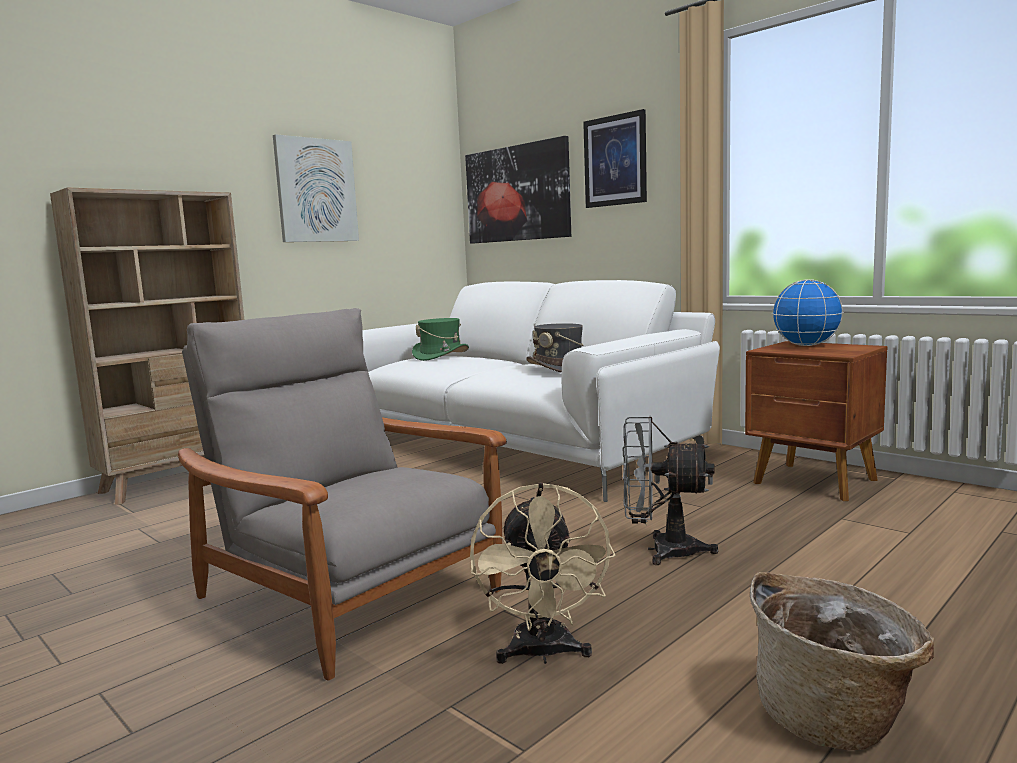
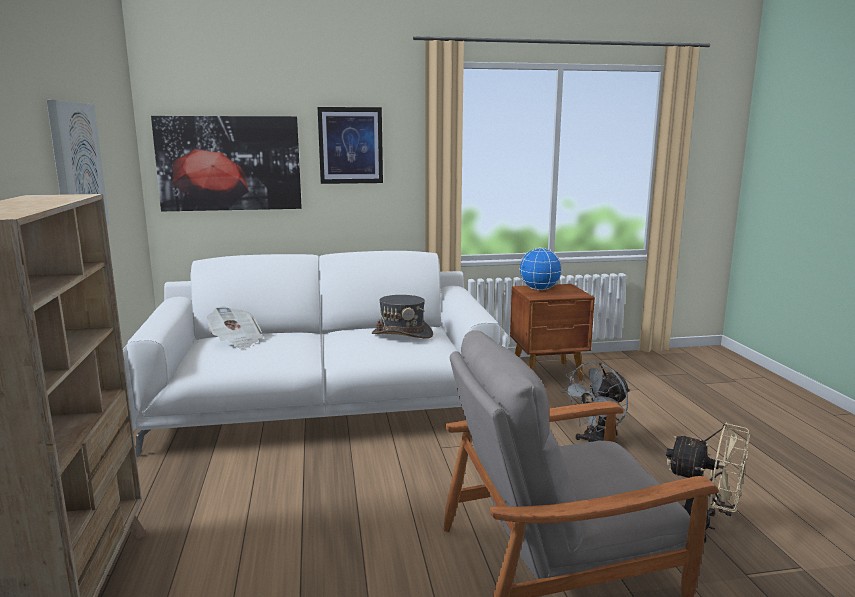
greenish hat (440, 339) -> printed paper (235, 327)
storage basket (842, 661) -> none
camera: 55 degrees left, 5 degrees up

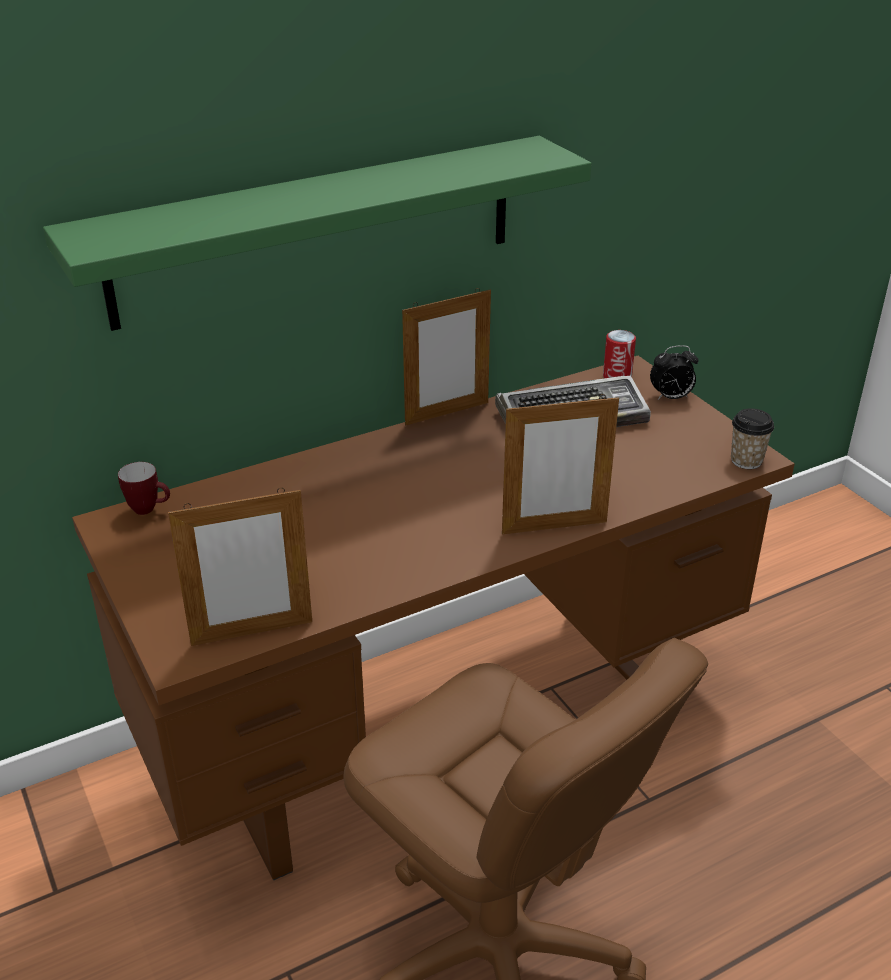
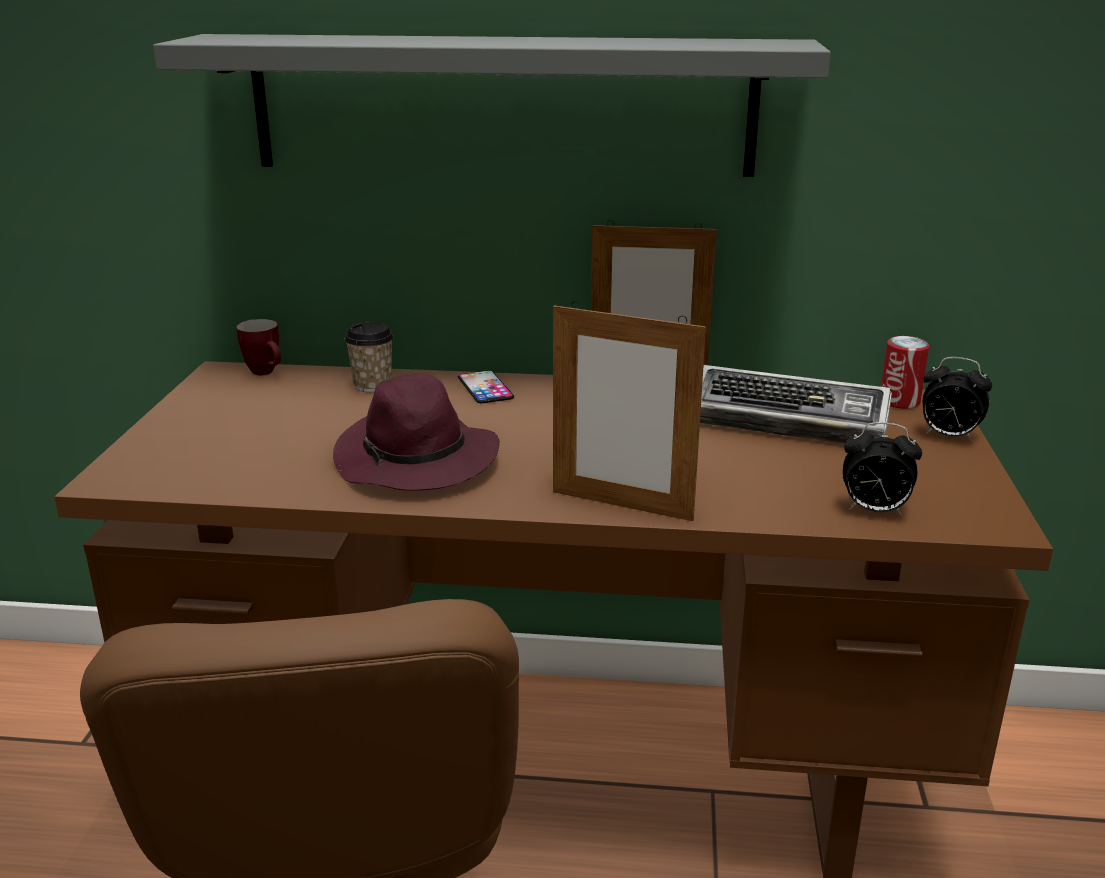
greenish wall shelf (317, 233) -> greyish wall shelf (492, 105)
photo frame (240, 567) -> none
small cup (752, 438) -> small cup (369, 357), move
none -> purple hat (416, 432)
none -> telephone (486, 386)
none -> alarm clock (882, 469)
camera: 35 degrees right, 10 degrees down

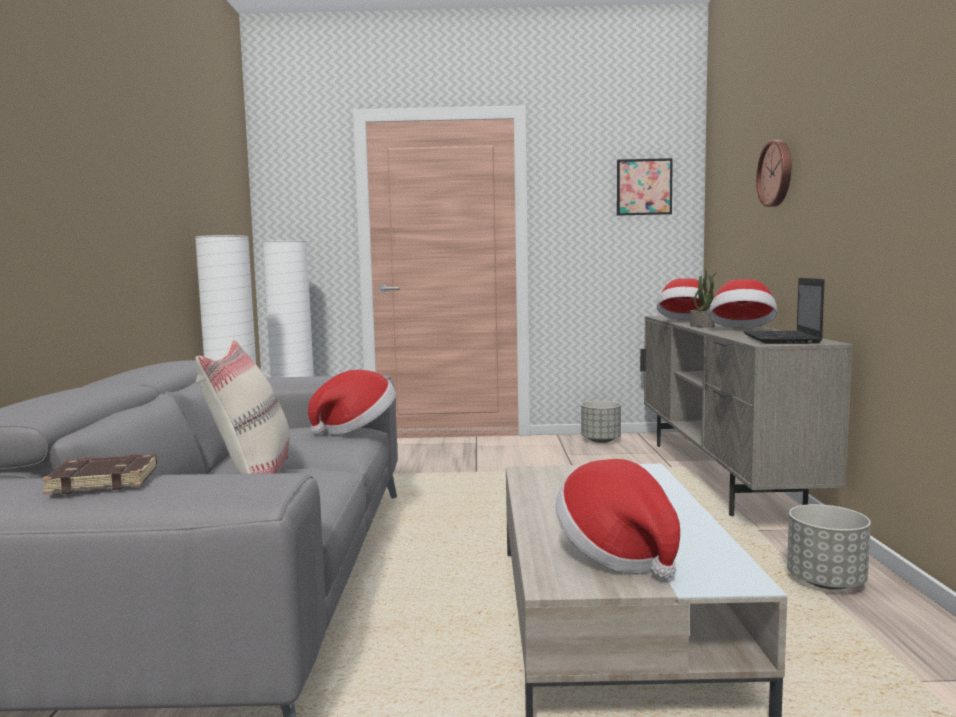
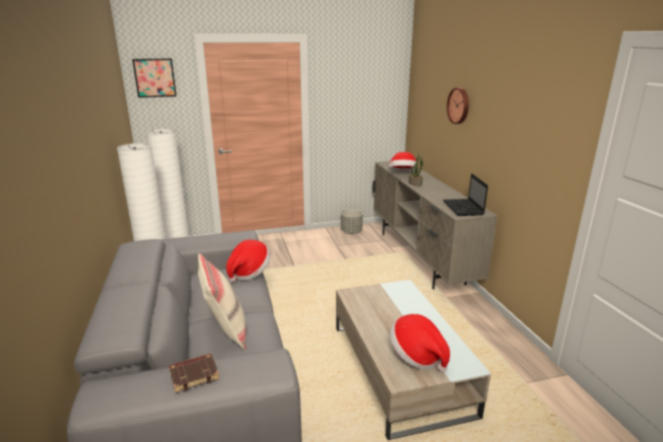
wall art (645, 187) -> wall art (154, 78), move
hat (743, 303) -> none
greyish planter (829, 547) -> none
camera: 15 degrees left, 15 degrees up

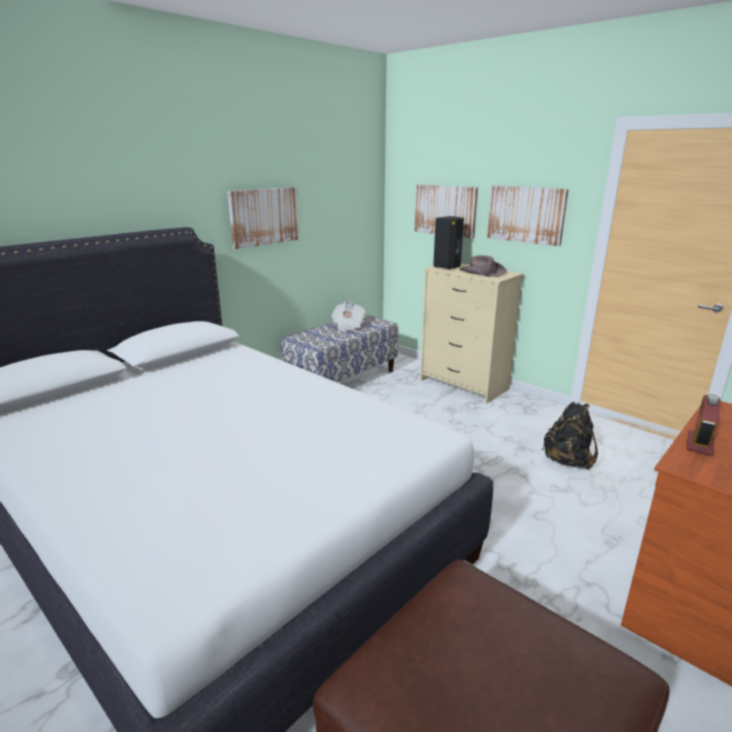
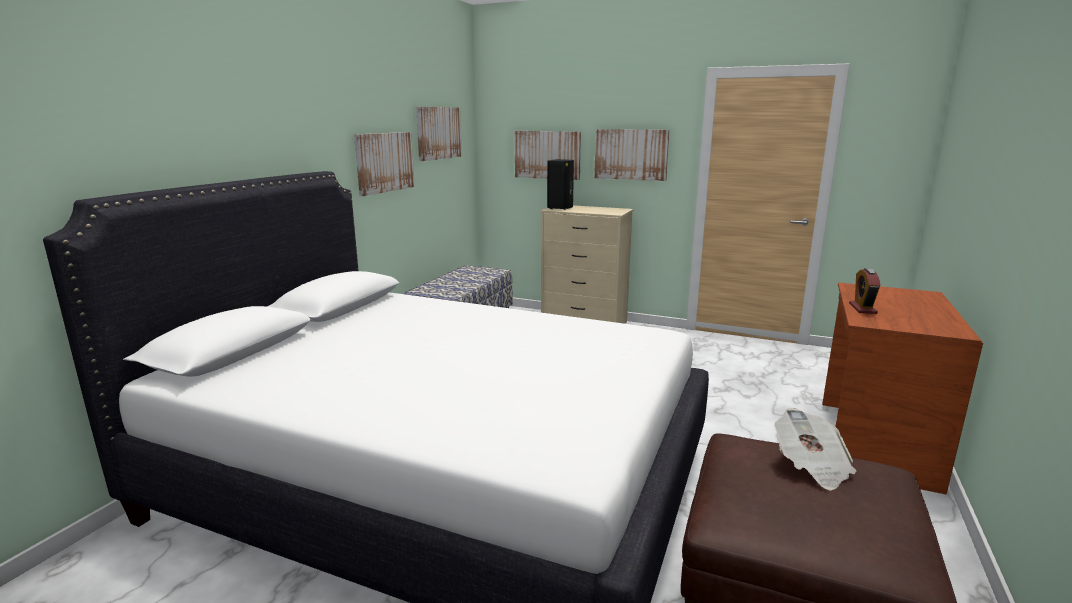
printed paper (348, 316) -> printed paper (815, 449), move
brownish hat (483, 266) -> none
black knapsack (570, 436) -> none
none -> wall art (439, 134)
camera: 20 degrees left, 5 degrees down

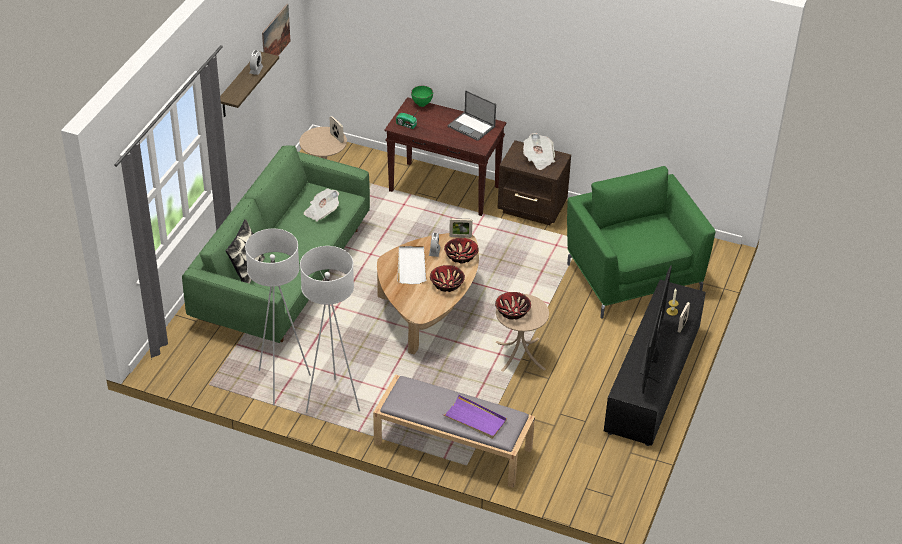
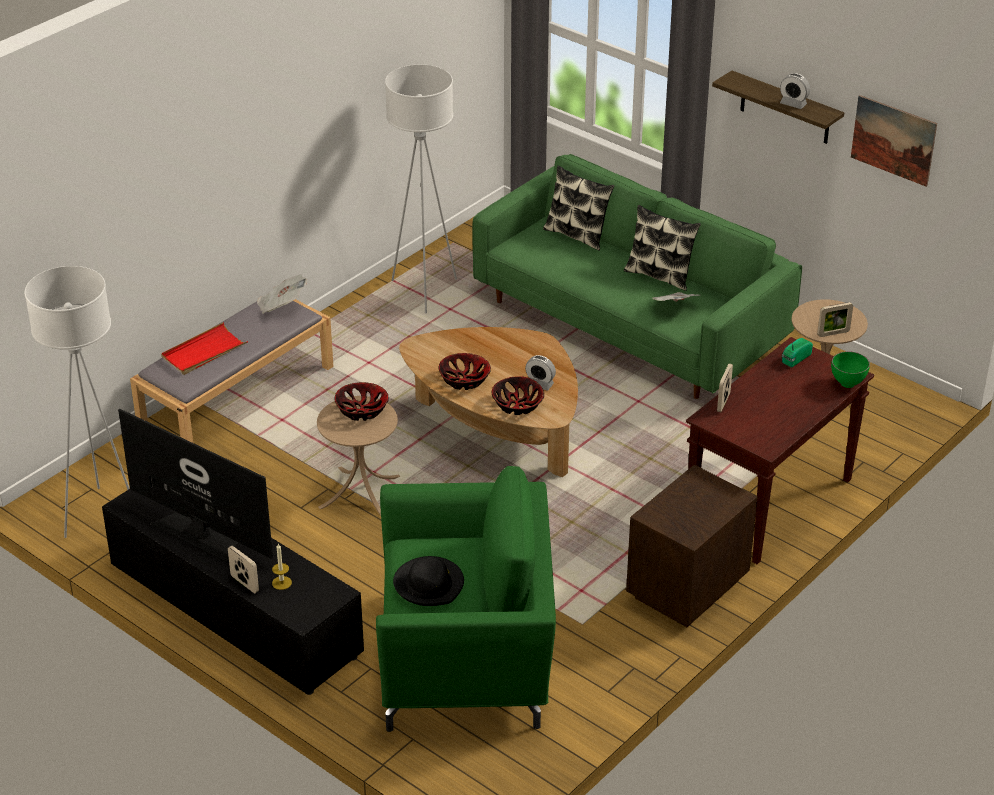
white-coloured standing lamp (330, 329) -> white-coloured standing lamp (77, 402), move
white-coloured carrying tray (412, 265) -> none
purple carrying tray (475, 417) -> red-coloured carrying tray (204, 348)
notebook computer (472, 115) -> none
photo frame (460, 228) -> photo frame (725, 388), move
printed paper (539, 151) -> printed paper (282, 294), move
none -> black hat (428, 581)
none -> pillow (662, 248)
camera: 110 degrees right, 5 degrees down

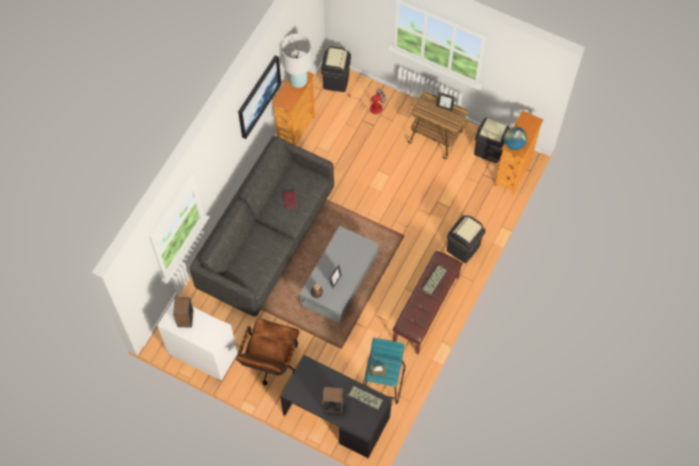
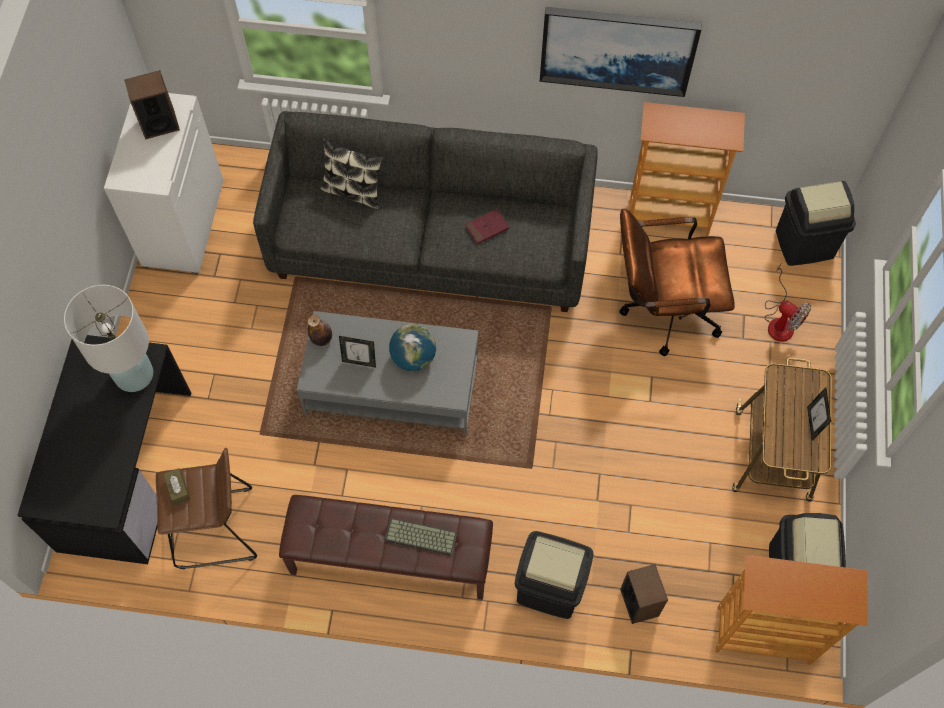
brownish computer chair (267, 352) -> brownish computer chair (677, 282), move
white-coloured lamp for a table (296, 61) -> white-coloured lamp for a table (108, 338), move
audio speaker (332, 400) -> audio speaker (644, 594), move
keyboard (365, 397) -> none
blue-green stool seat (384, 371) -> brownish stool seat (206, 508)
globe (515, 138) -> globe (412, 347), move
none -> pillow (351, 173)
camera: 70 degrees right, 0 degrees up

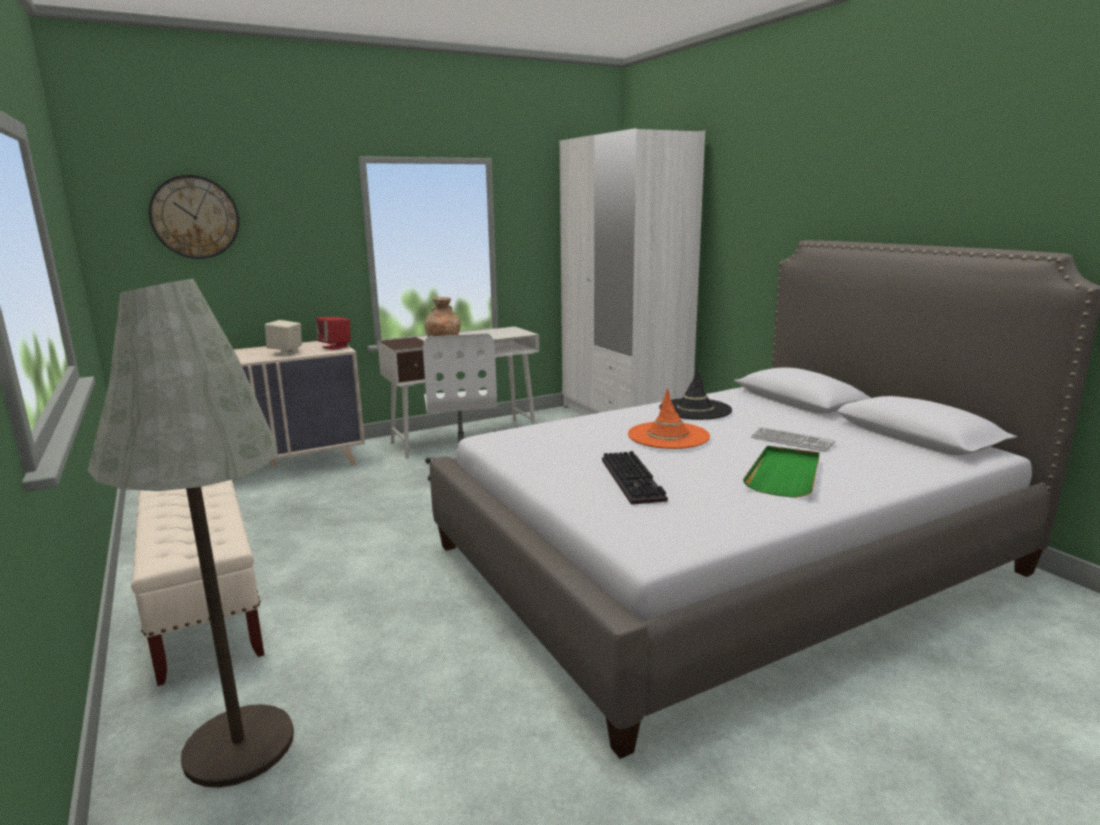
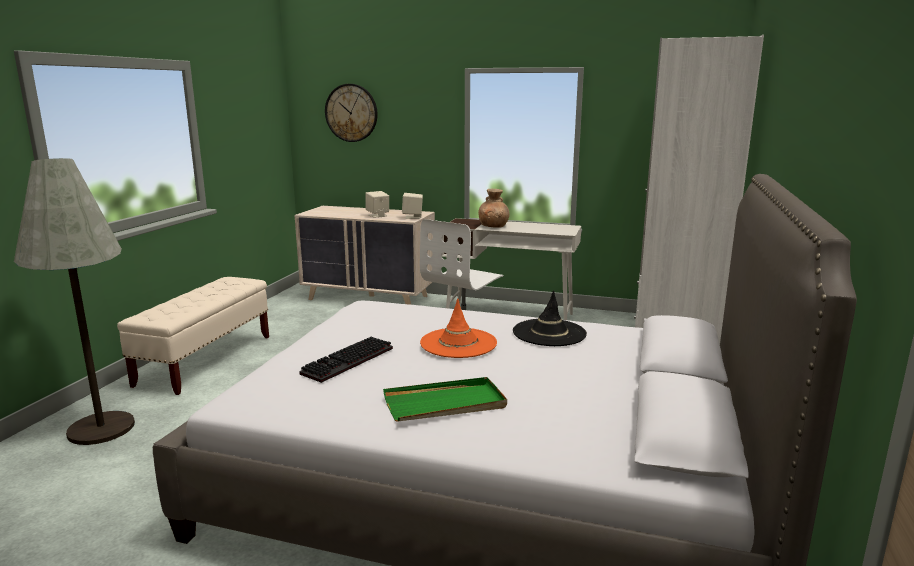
red-coloured audio speaker (333, 333) -> beige-coloured audio speaker (412, 206)
keyboard (793, 439) -> none
camera: 45 degrees right, 0 degrees up

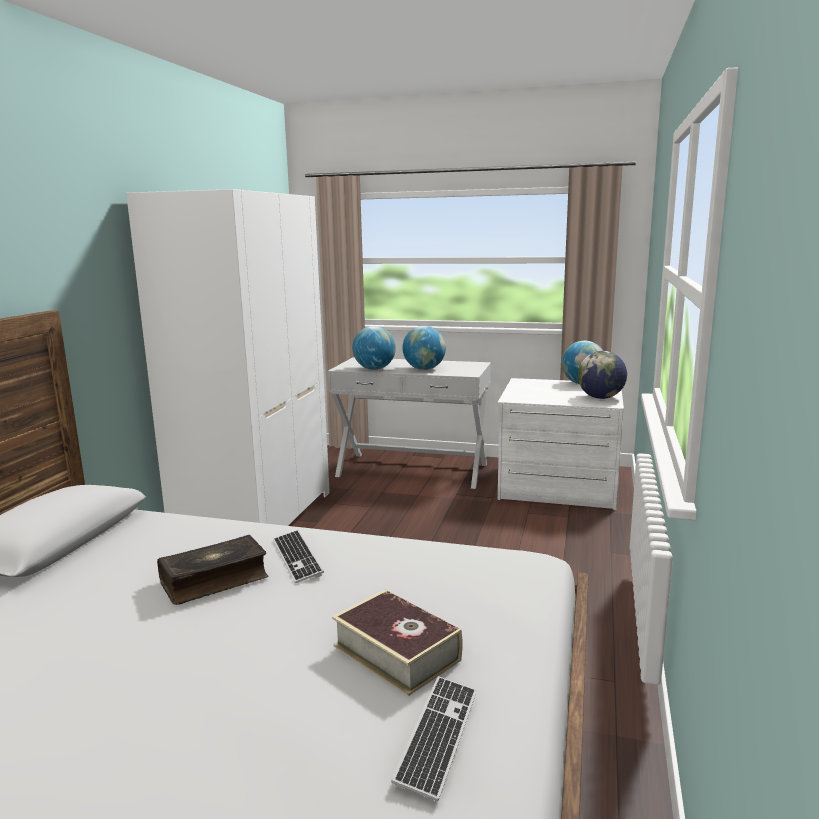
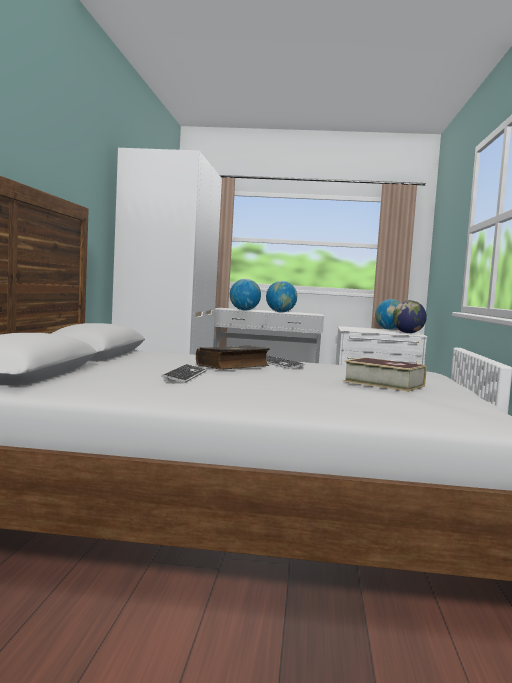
keyboard (434, 738) -> keyboard (184, 373), move
camera: 10 degrees left, 10 degrees down

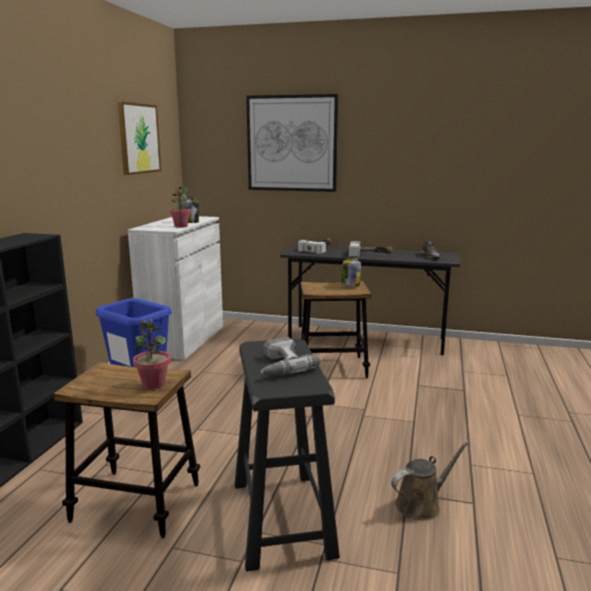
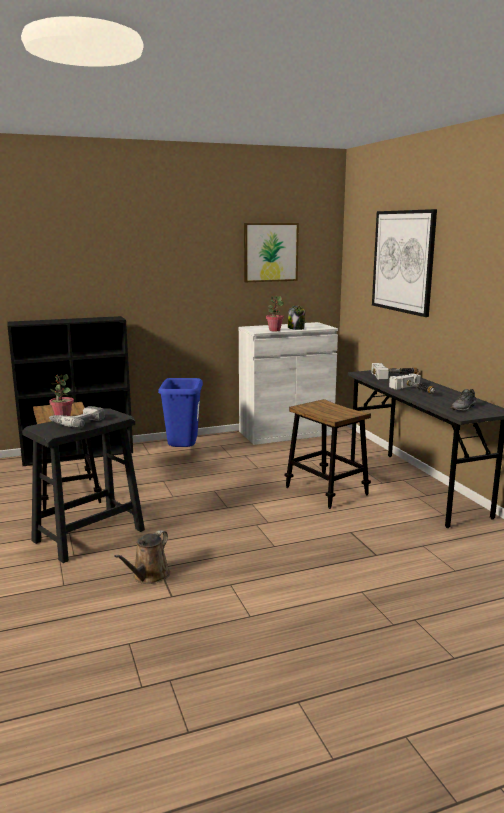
jar (351, 271) -> none
brownish watering can (430, 480) -> brownish watering can (142, 557), 90 degrees clockwise
camera: 55 degrees right, 0 degrees up

